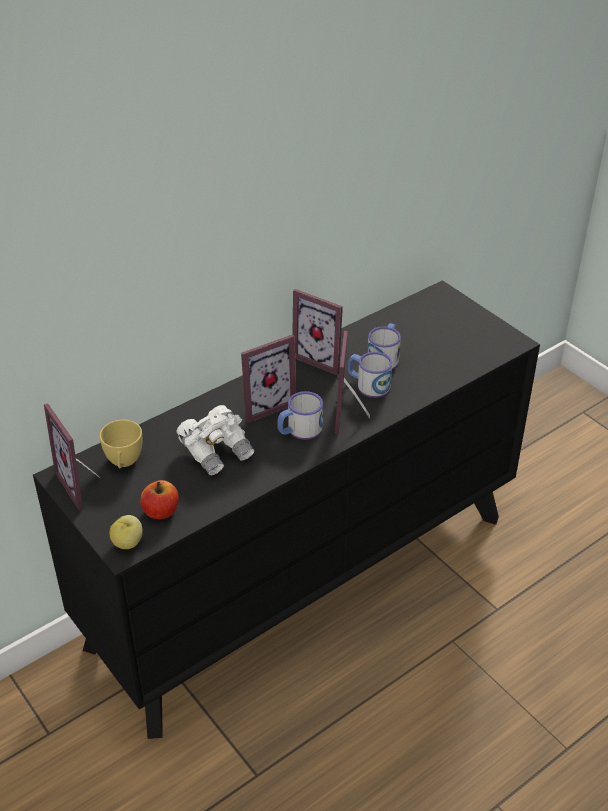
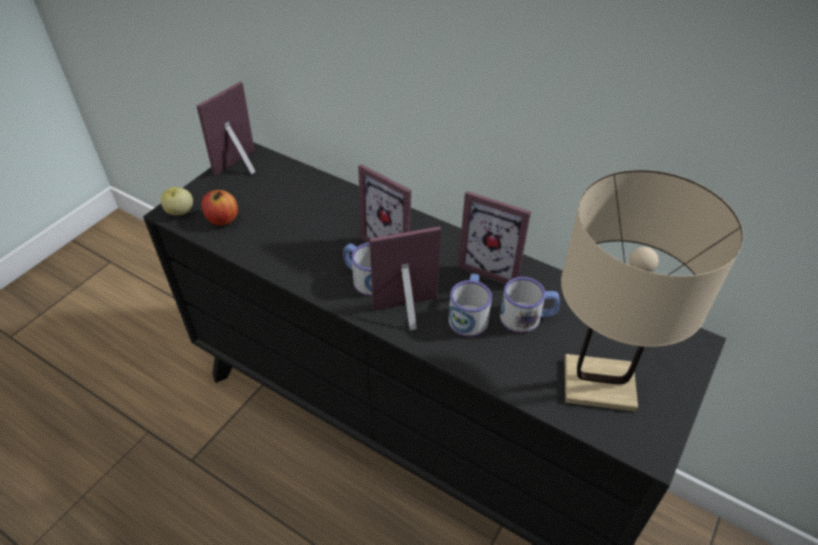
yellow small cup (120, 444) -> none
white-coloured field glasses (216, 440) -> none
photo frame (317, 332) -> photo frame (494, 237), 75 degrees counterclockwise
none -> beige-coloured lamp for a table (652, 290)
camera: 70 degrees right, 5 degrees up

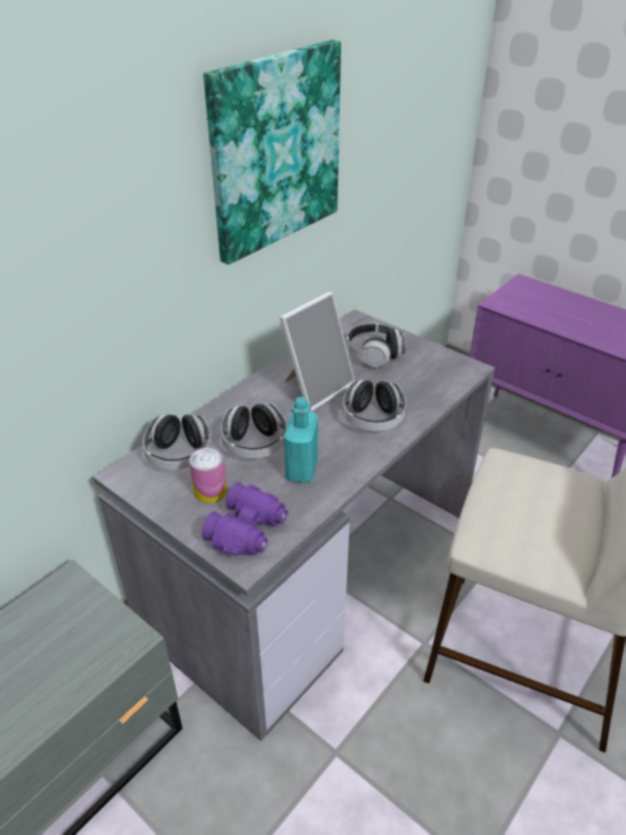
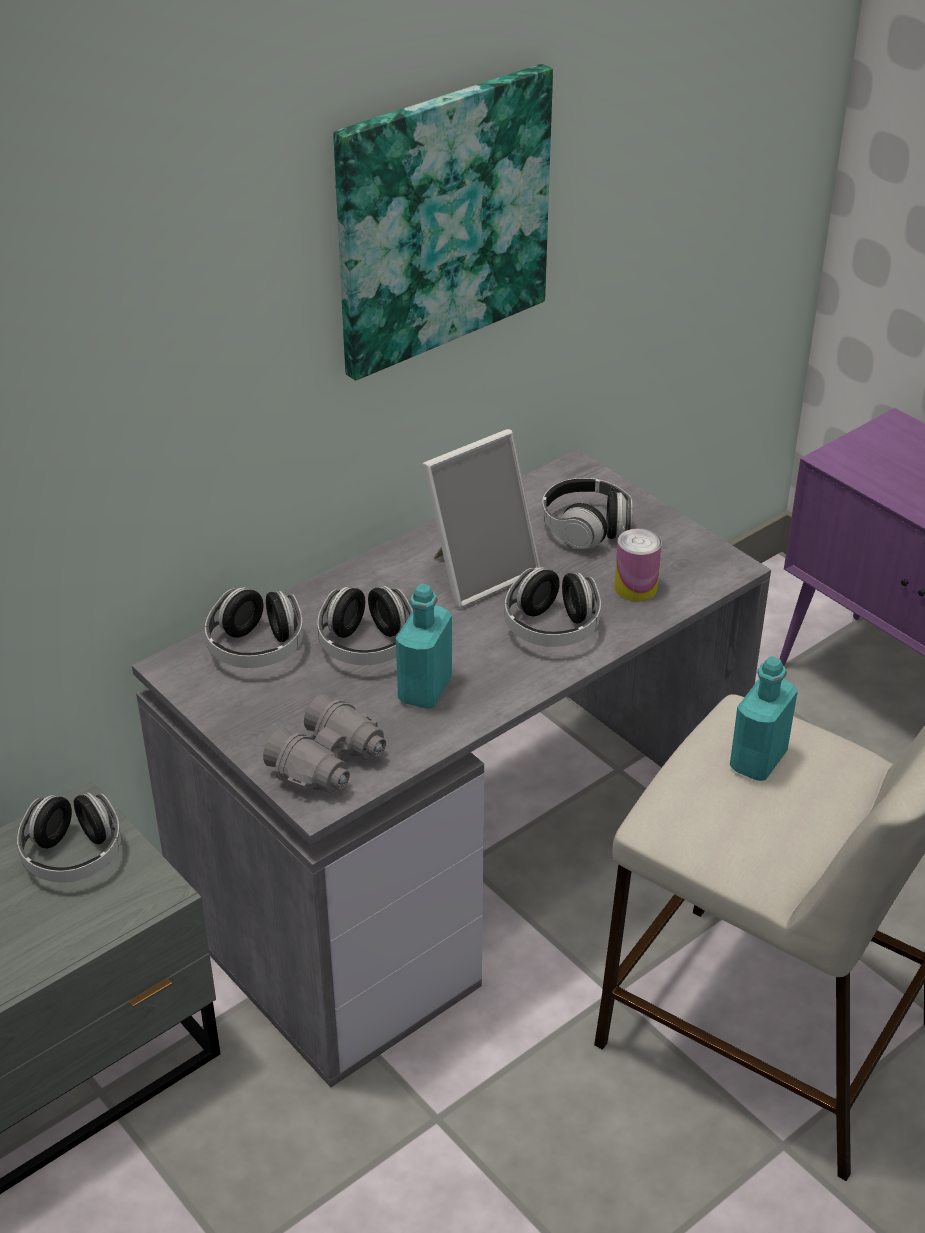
can (208, 475) -> can (638, 565), move
purple field glasses (245, 519) -> greyish field glasses (324, 743)
none -> pair of headphones (69, 837)
none -> blue-green bottle (764, 718)
camera: 10 degrees right, 0 degrees up

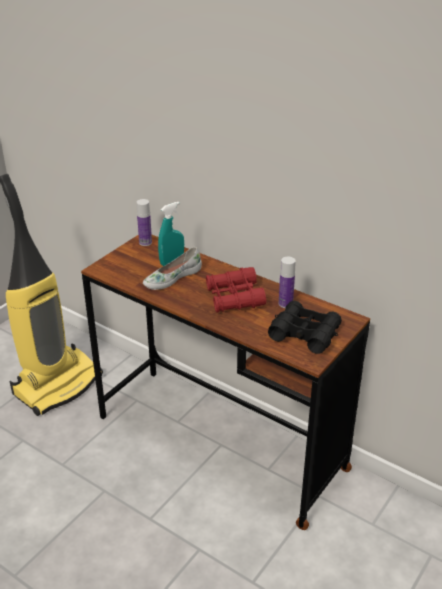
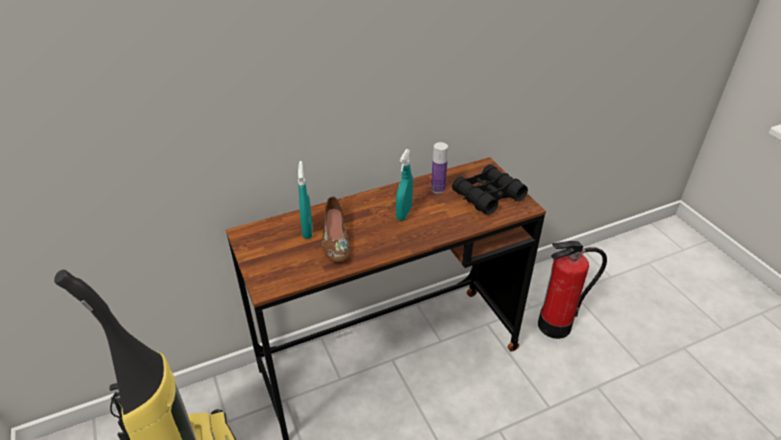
bottle (144, 222) -> none
white-coloured low shoe (172, 268) -> brownish low shoe (336, 229)
red-coloured field glasses (236, 290) -> blue-green hand sprayer (404, 185)
none -> fire extinguisher (572, 290)
camera: 60 degrees left, 5 degrees up

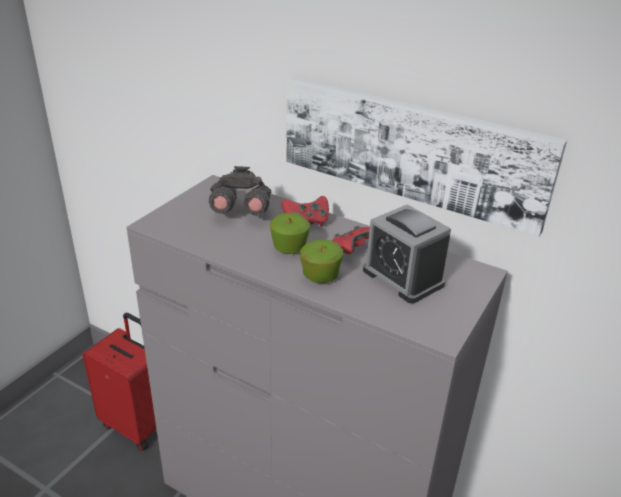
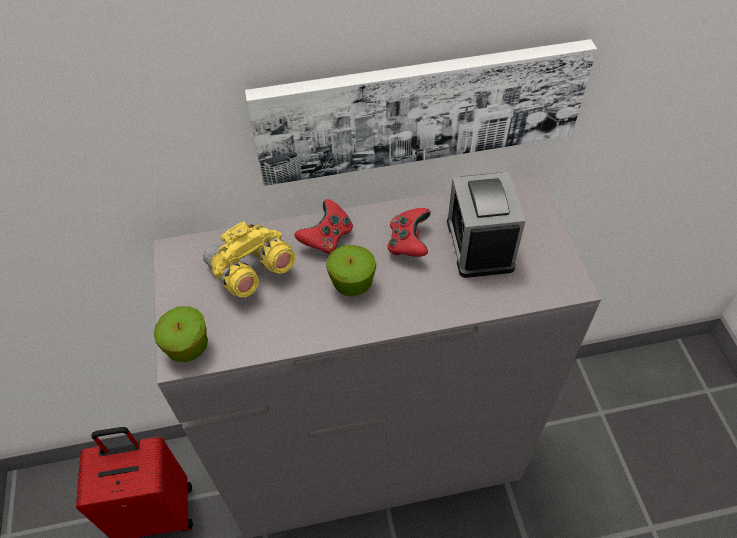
greyish field glasses (240, 191) -> yellow field glasses (249, 259)
whole apple (321, 261) -> whole apple (181, 334), move
alarm clock (407, 253) -> alarm clock (486, 225), 75 degrees clockwise
camera: 40 degrees left, 20 degrees up

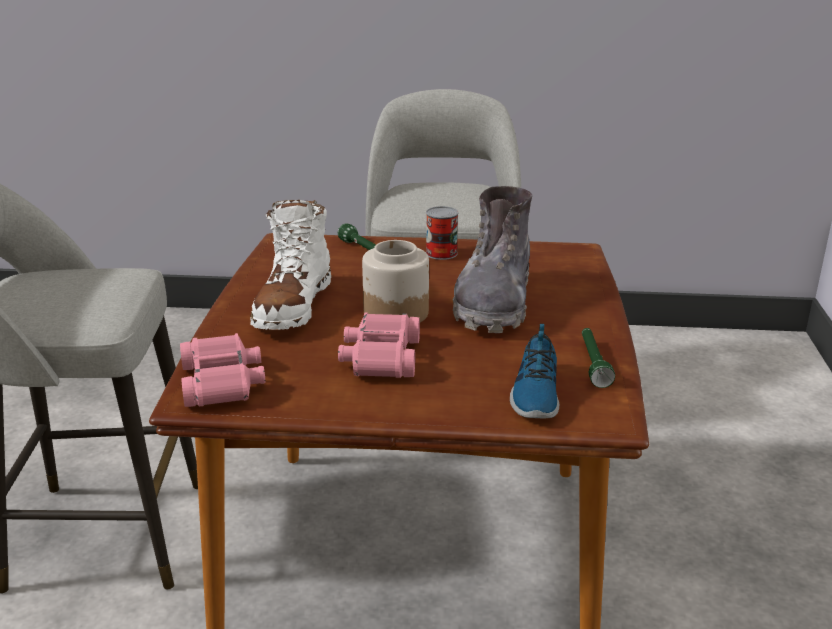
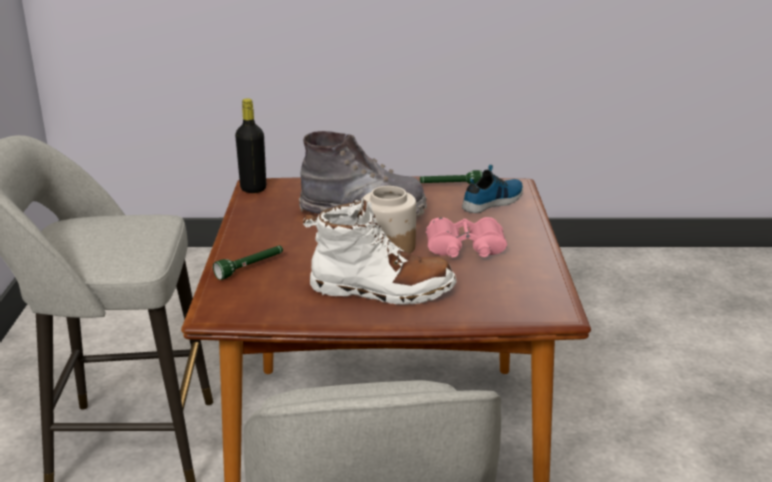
pinkish field glasses (222, 370) -> none
can (442, 233) -> none
low shoe (535, 371) -> low shoe (492, 189), 45 degrees counterclockwise
none -> black bottle (250, 145)
camera: 95 degrees left, 0 degrees up

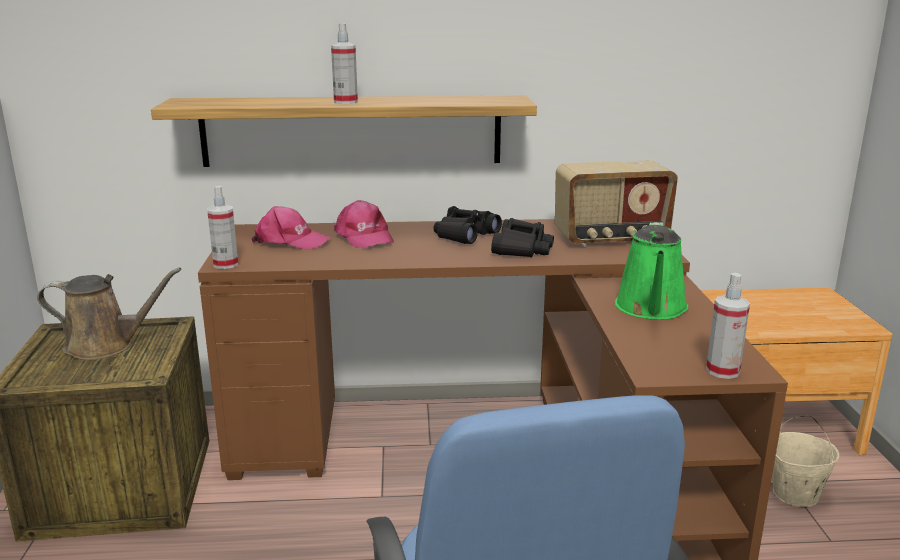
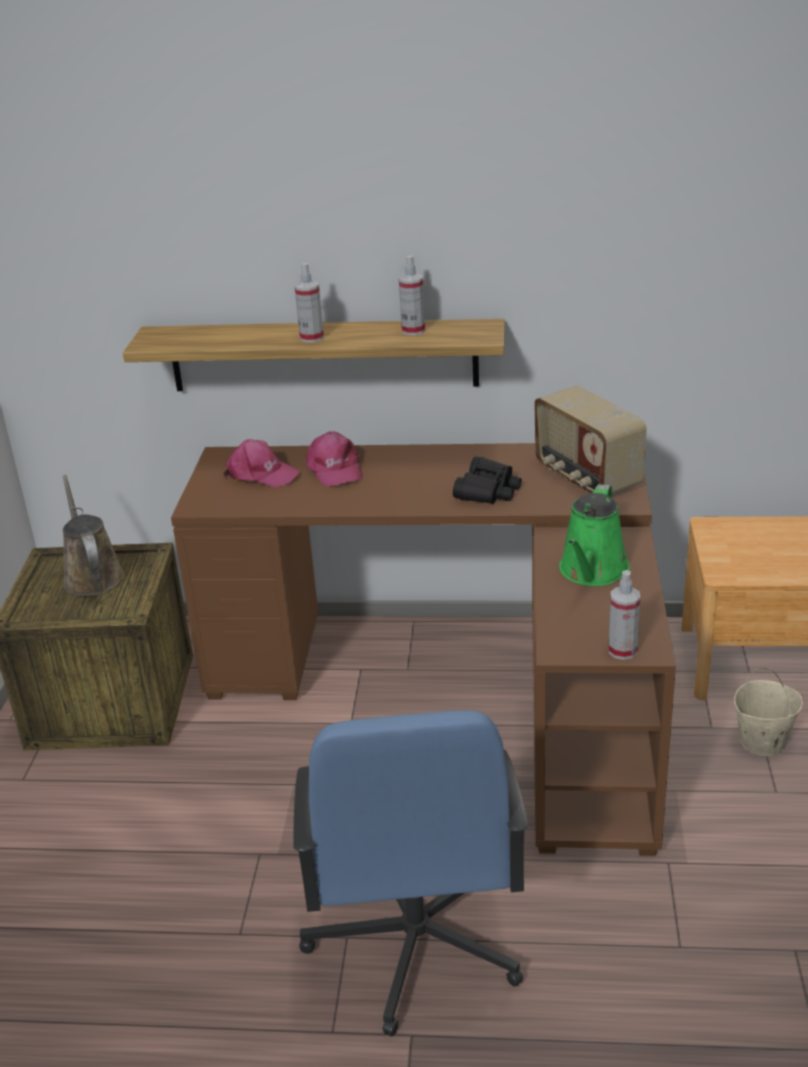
brownish watering can (109, 313) -> brownish watering can (93, 535), 120 degrees counterclockwise
hand sprayer (222, 227) -> hand sprayer (412, 295), move
black field glasses (468, 225) -> none
radio receiver (616, 203) -> radio receiver (591, 440), 60 degrees clockwise
camera: 10 degrees right, 10 degrees up

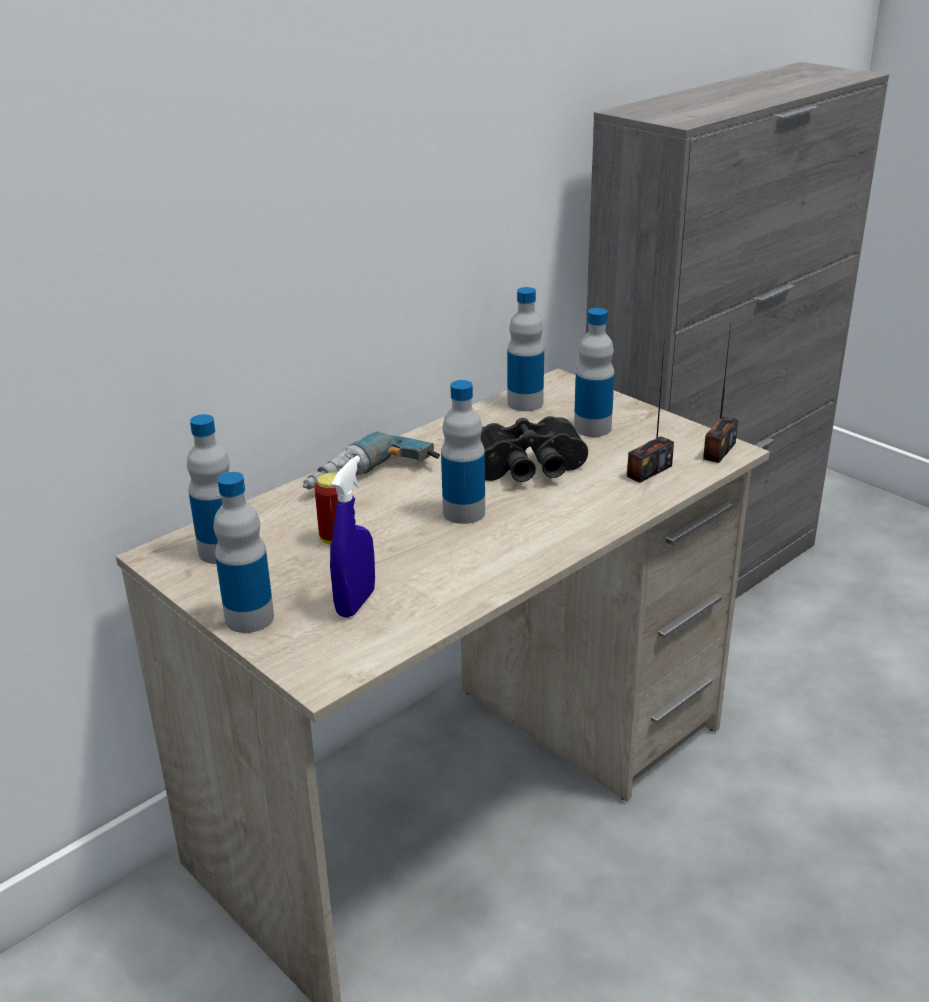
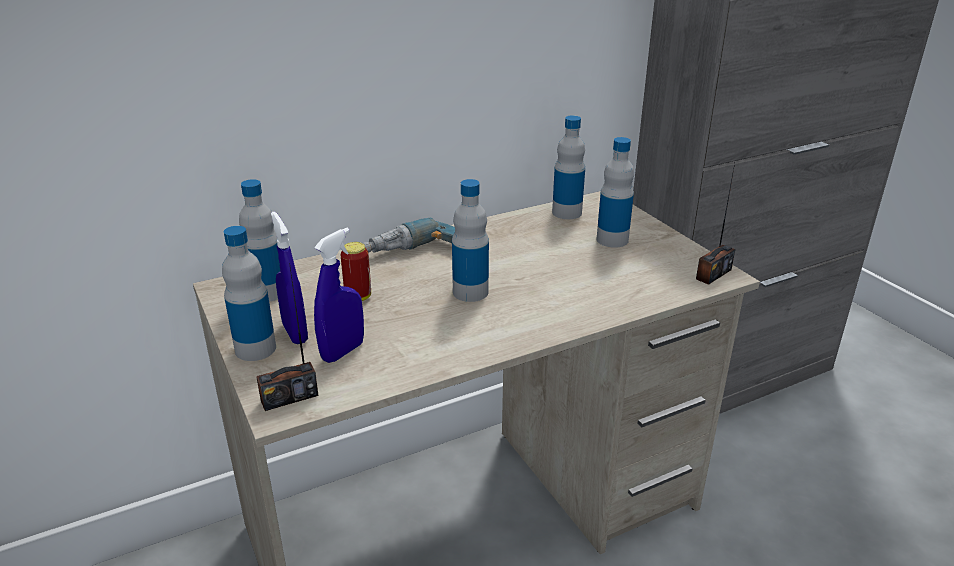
black field glasses (534, 449) -> none
radio receiver (650, 416) -> radio receiver (287, 337), move
none -> bluish hand sprayer (289, 278)
camera: 15 degrees right, 0 degrees up

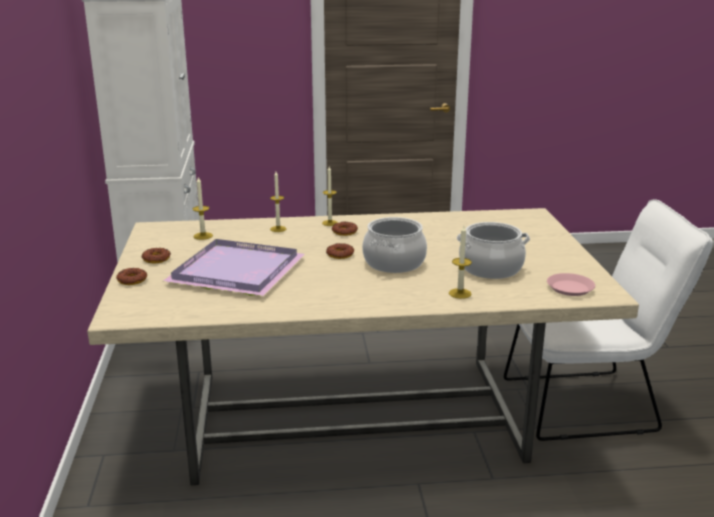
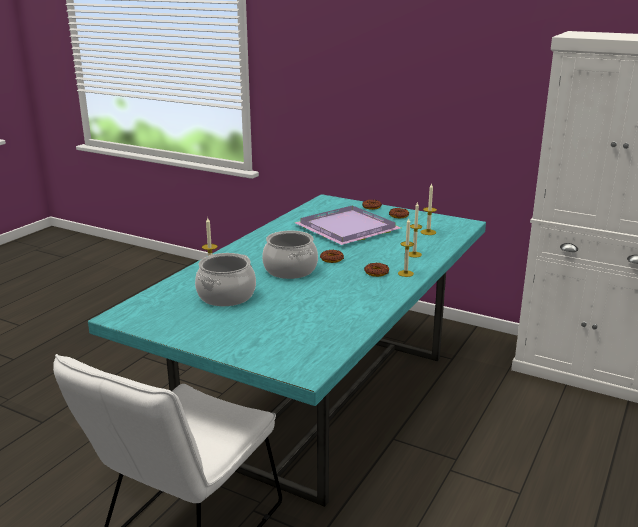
beige-coloured kitchen table (363, 346) -> blue-green kitchen table (287, 350)
pinkish plate (571, 284) -> none
camera: 125 degrees right, 0 degrees up

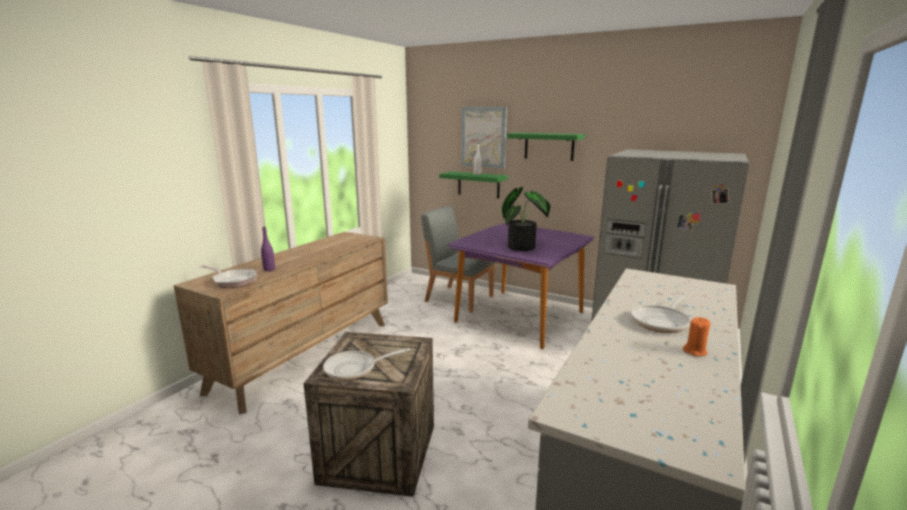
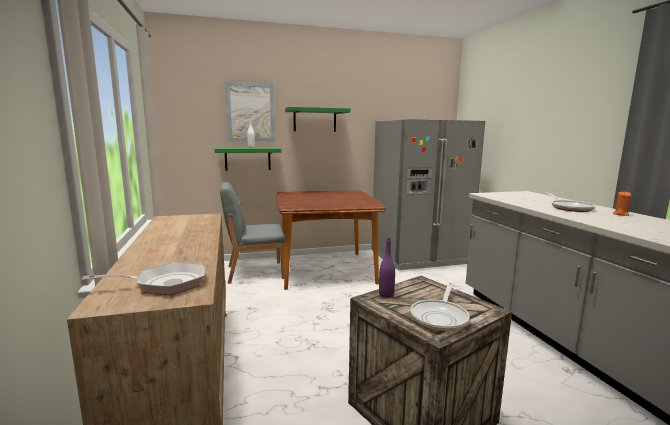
purple bottle (268, 249) -> purple bottle (387, 268), move
purple kitchen table (521, 286) -> brownish kitchen table (331, 240)
potted plant (526, 219) -> none
camera: 45 degrees left, 5 degrees down

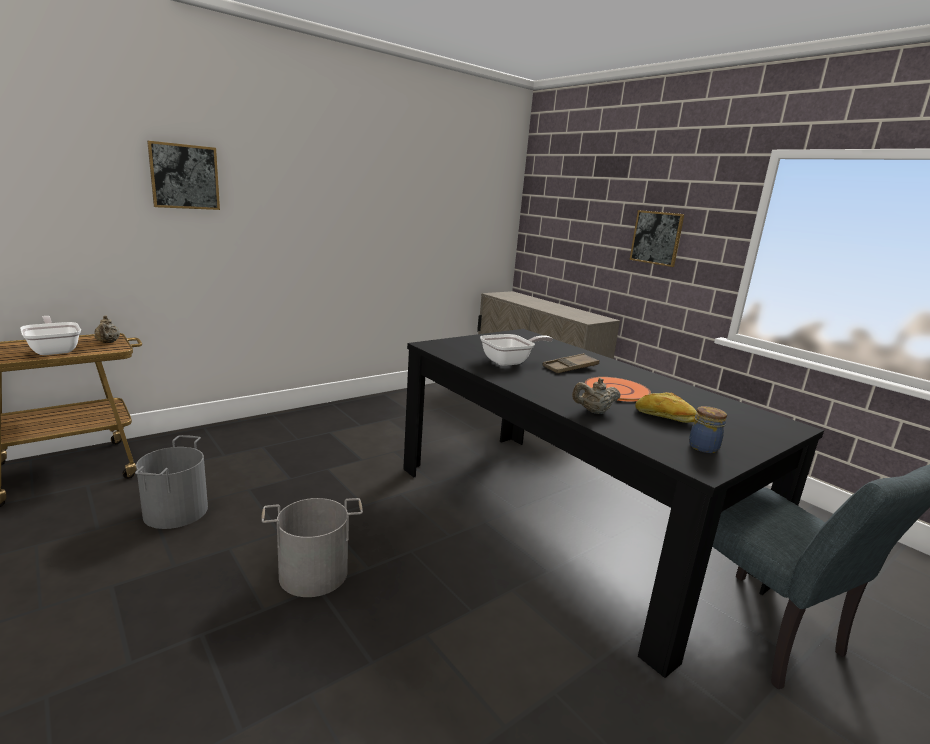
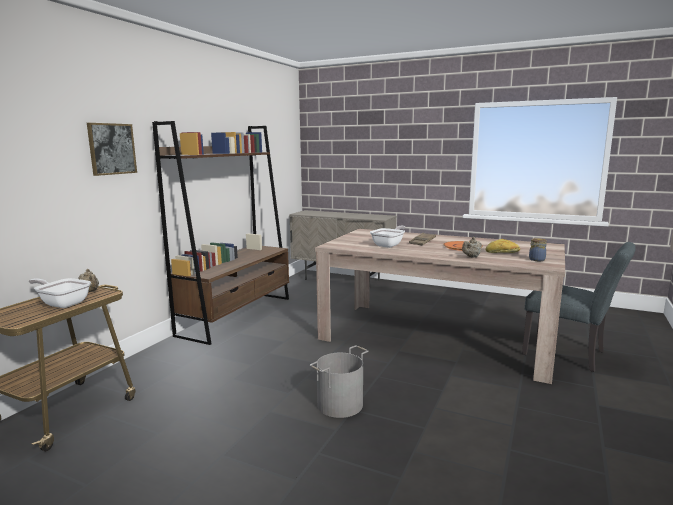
greyish bucket (171, 482) -> none
black kitchen table (613, 503) -> beige-coloured kitchen table (440, 306)
wall art (657, 238) -> none
none -> brownish shelving unit (220, 233)
camera: 25 degrees left, 5 degrees down

